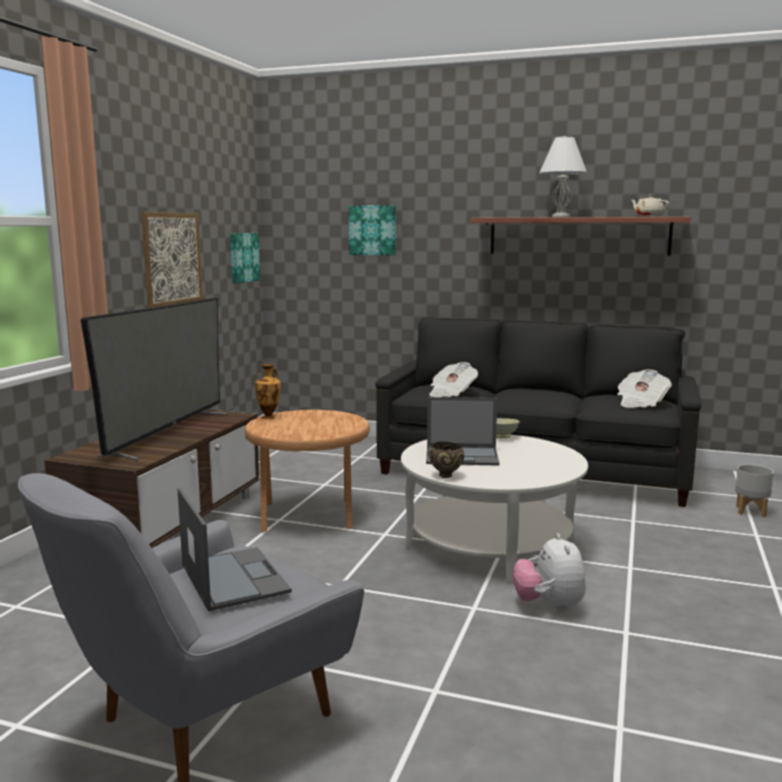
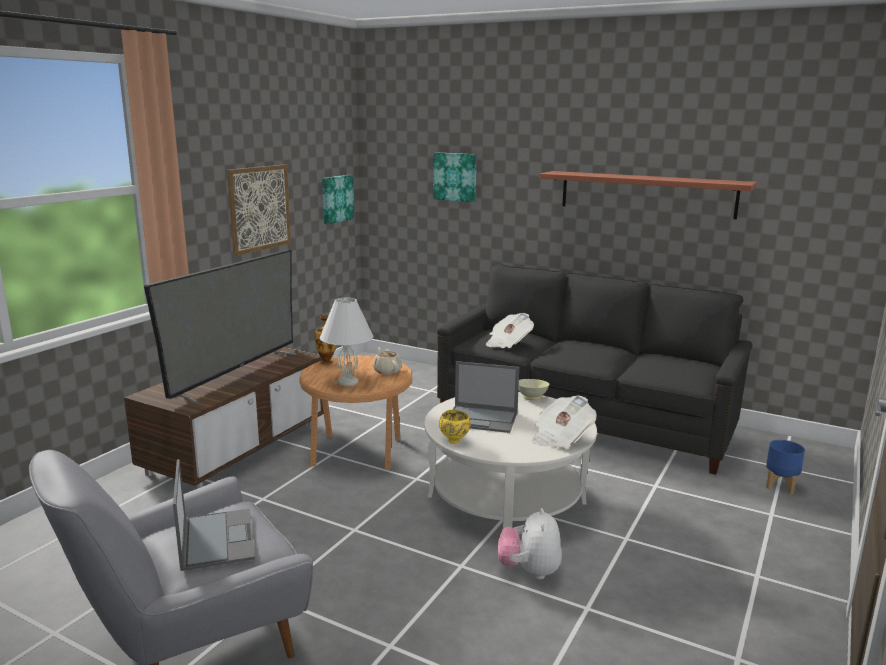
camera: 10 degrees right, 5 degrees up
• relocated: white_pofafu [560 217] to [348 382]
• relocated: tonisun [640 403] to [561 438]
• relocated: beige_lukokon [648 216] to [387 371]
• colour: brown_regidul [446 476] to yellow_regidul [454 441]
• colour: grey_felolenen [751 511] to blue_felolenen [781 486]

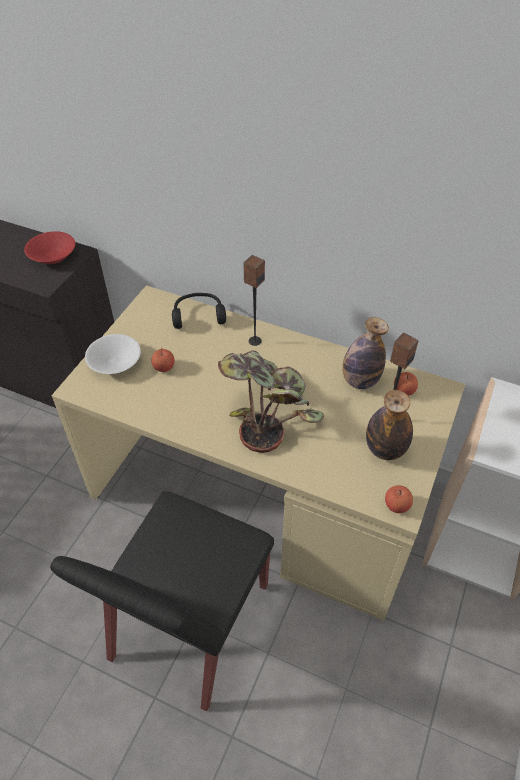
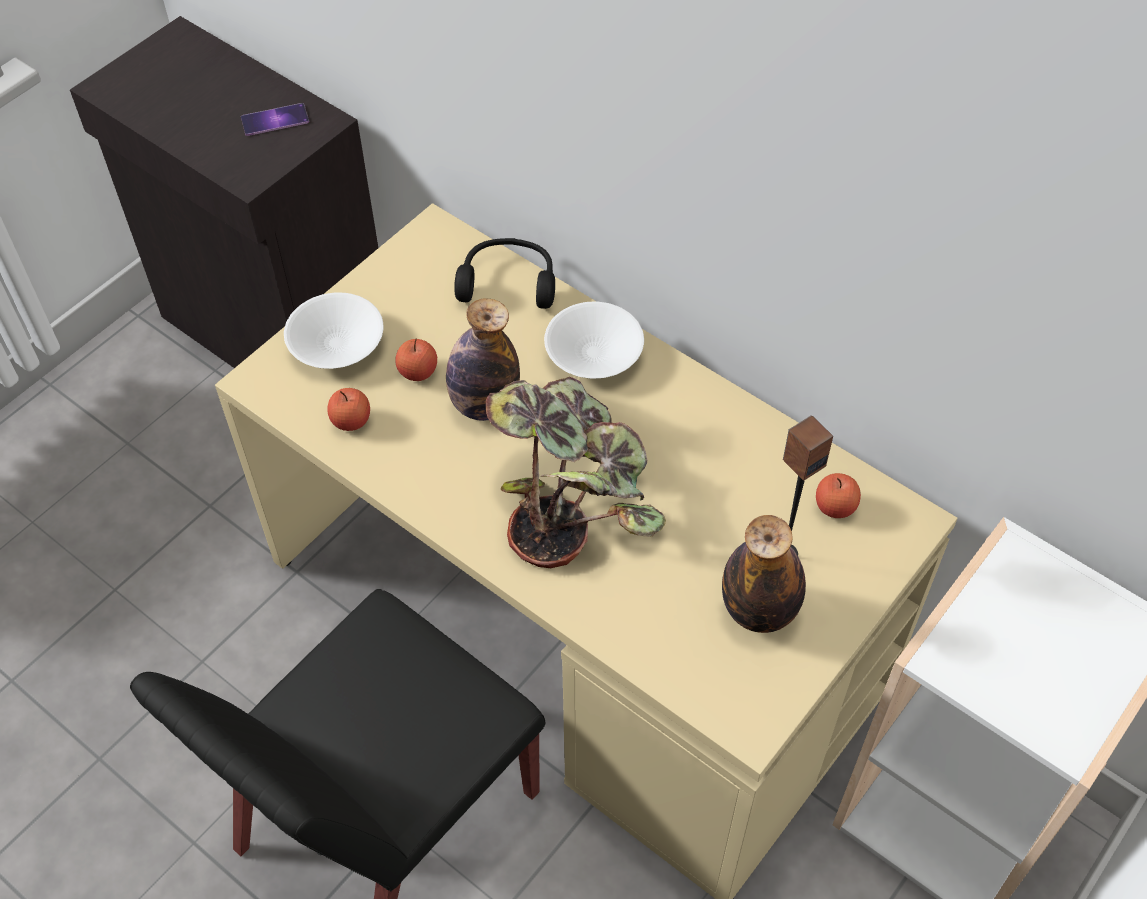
camera: 15 degrees right, 5 degrees up
• relocated: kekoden [360 381] to [484 404]
• relocated: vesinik [396 505] to [351 421]
• exchanged: red_regidul [52 255] to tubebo [275 120]
• exchanged: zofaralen [254 341] to white_regidul [594 352]

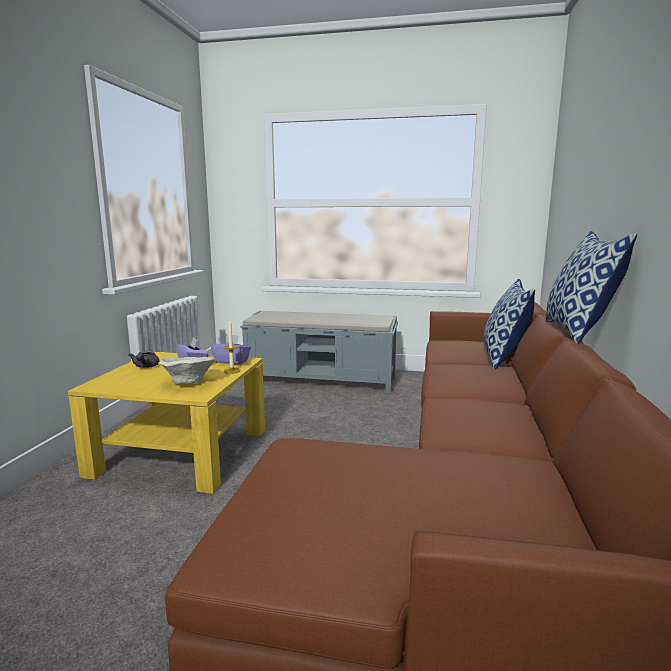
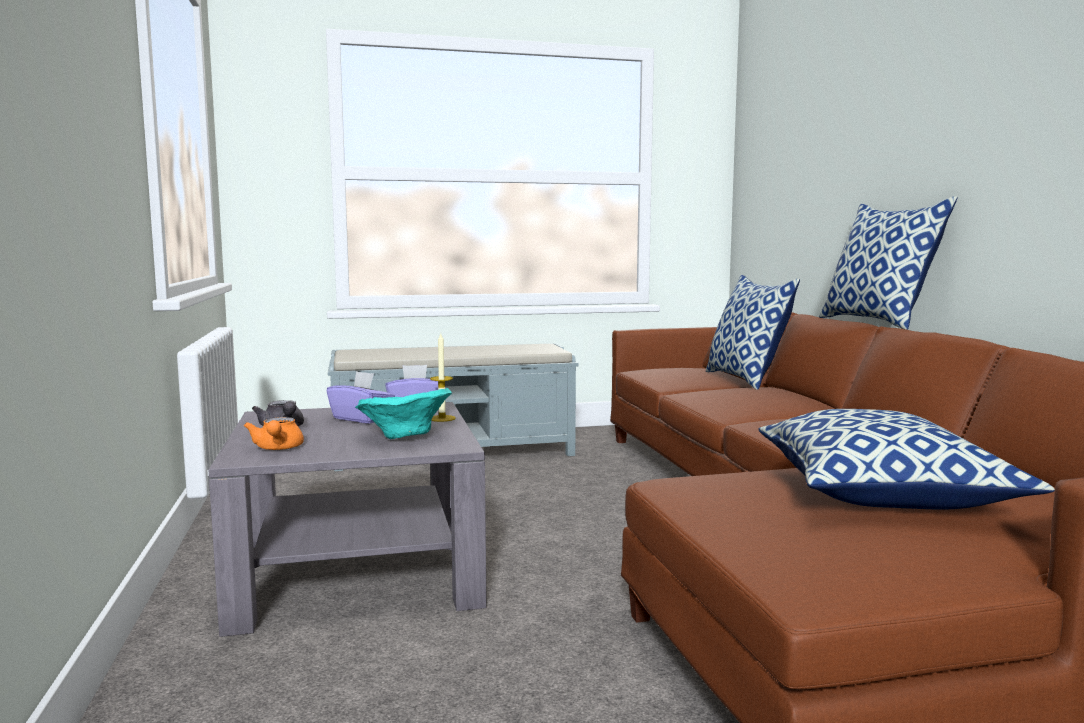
camera: 25 degrees left, 5 degrees down
• appeared: orange_lukokon [277 449]
• appeared: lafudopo [883 493]
• colour: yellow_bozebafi [181 451] to grey_bozebafi [357 570]
• colour: beige_regidul [188 383] to turquoise_regidul [405 437]

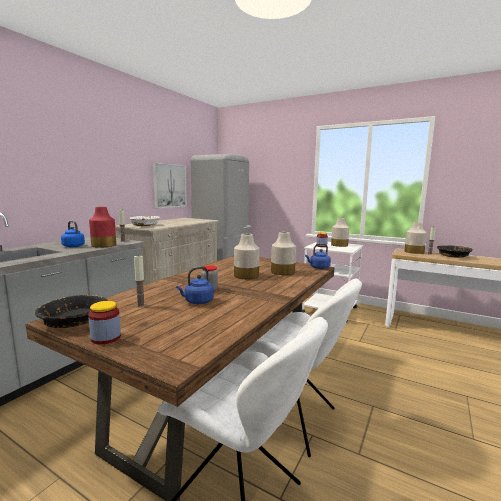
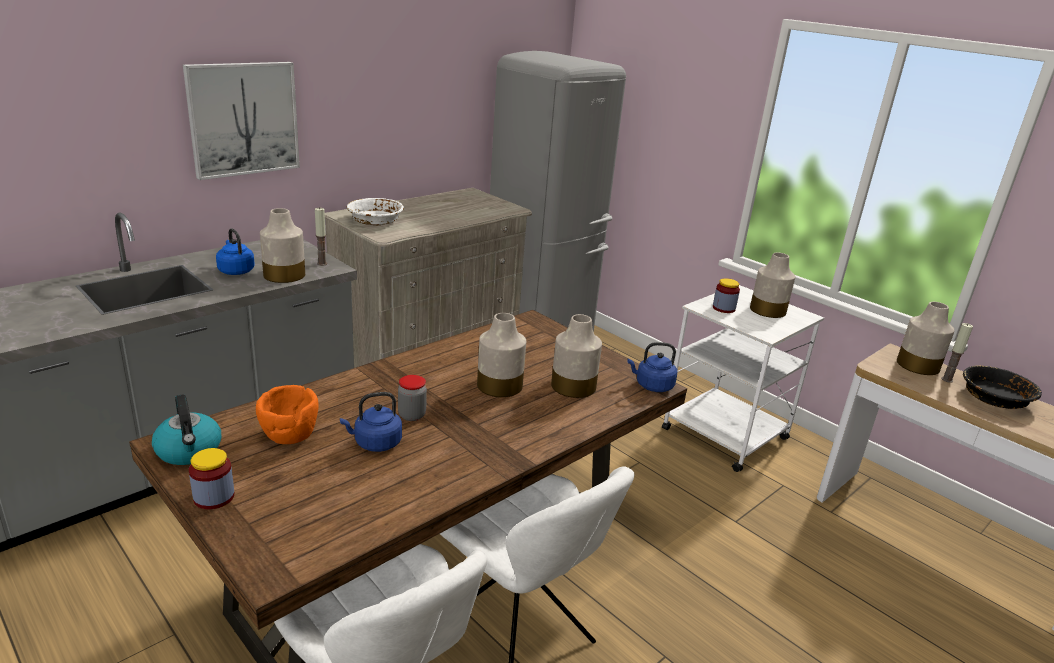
camera: 15 degrees right, 15 degrees up
• relocated: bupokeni [169 186] to [243 119]
• exchanged: black_regidul [75 321] to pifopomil [189 451]
• exchanged: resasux [141 305] to orange_regidul [290 434]
• colour: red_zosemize [103 245] to beige_zosemize [284 274]

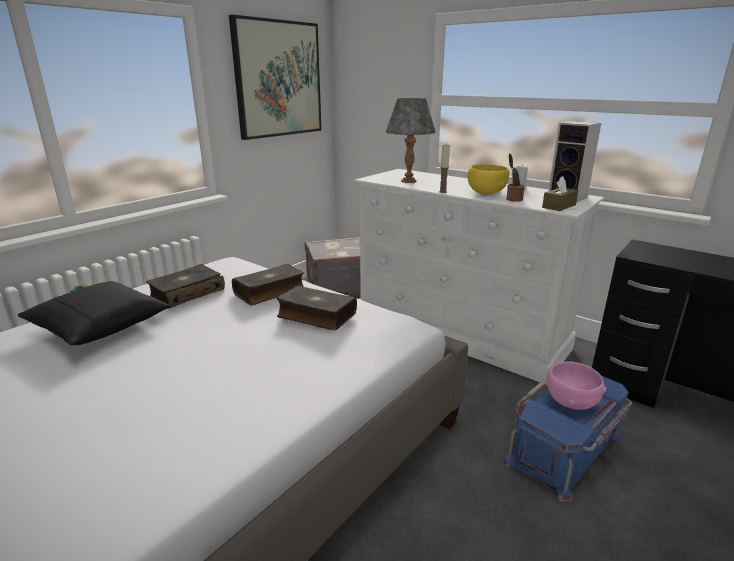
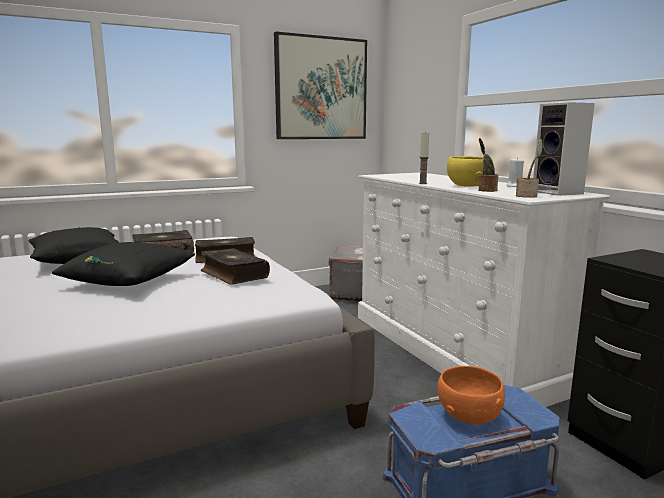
camera: 25 degrees right, 10 degrees down
• missing: grey_pofafu [408 181]
• appeared: black_lafudopo [129 281]
• exchanged: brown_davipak [559 206] to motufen [527 196]
• colour: pink_regidul [570 401] to orange_regidul [469 416]

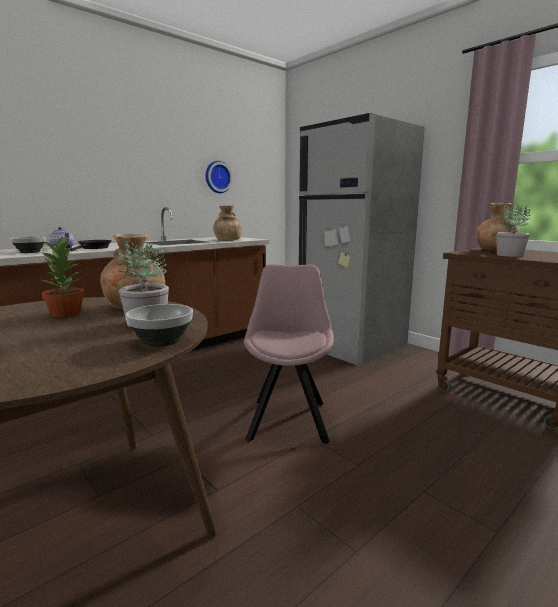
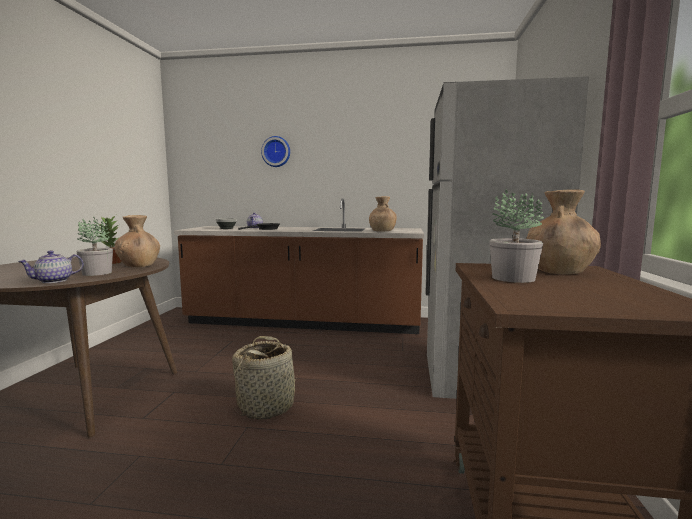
camera: 50 degrees right, 5 degrees down
• relocated: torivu [217 177] to [276 152]
• exchanged: regidul [163 341] to lukokon [53 281]
• exchanged: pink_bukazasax [289 420] to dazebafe [266 406]

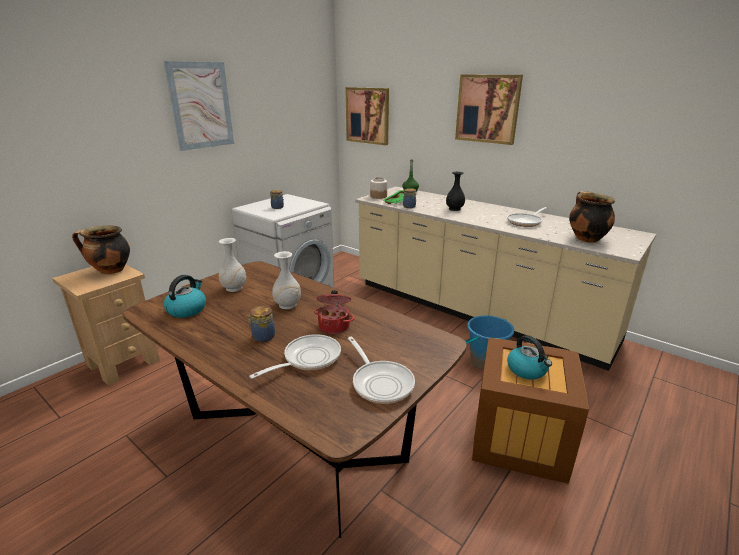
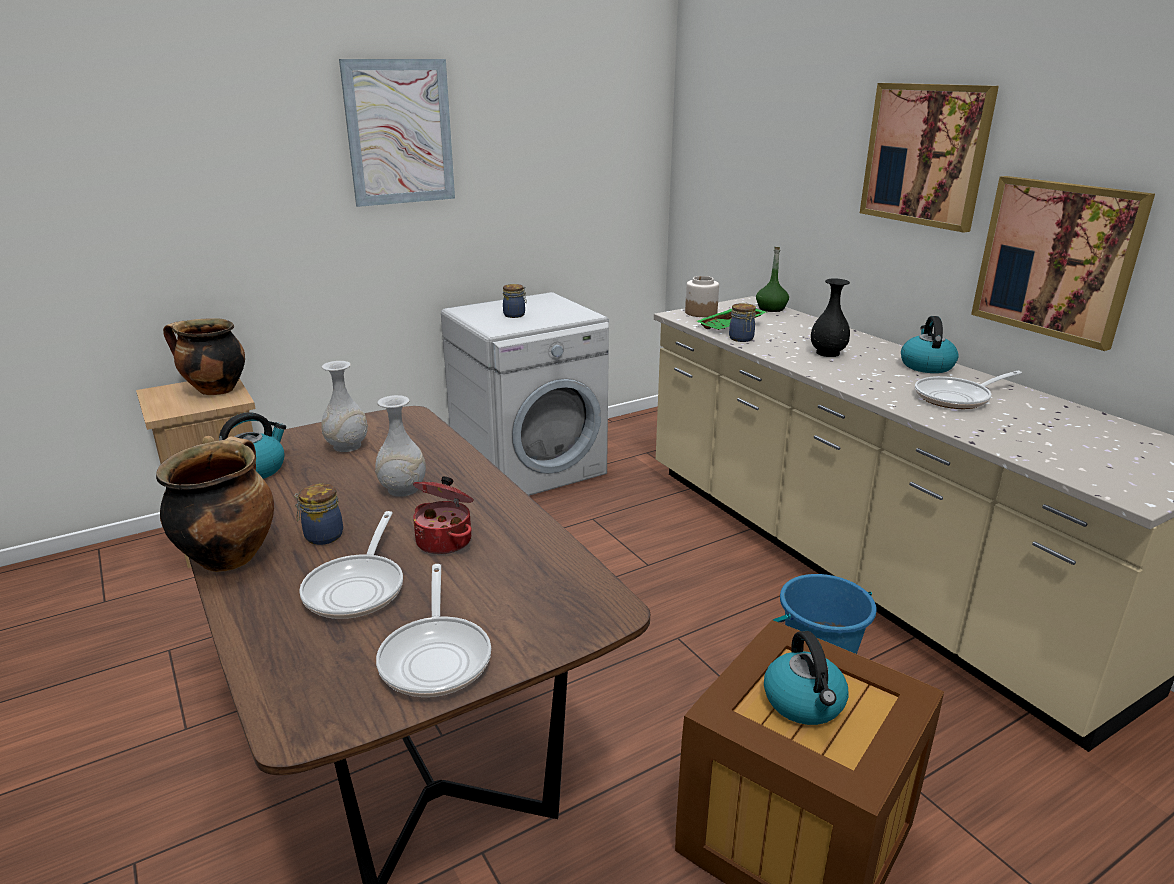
camera: 20 degrees right, 0 degrees up
• appeared: pifopomil [926 365]
• relocated: bupokeni [367 115] to [1056 259]
• relocated: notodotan [585 239] to [229 556]
• spun: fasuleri [308 359] = [358 588] 120 degrees clockwise

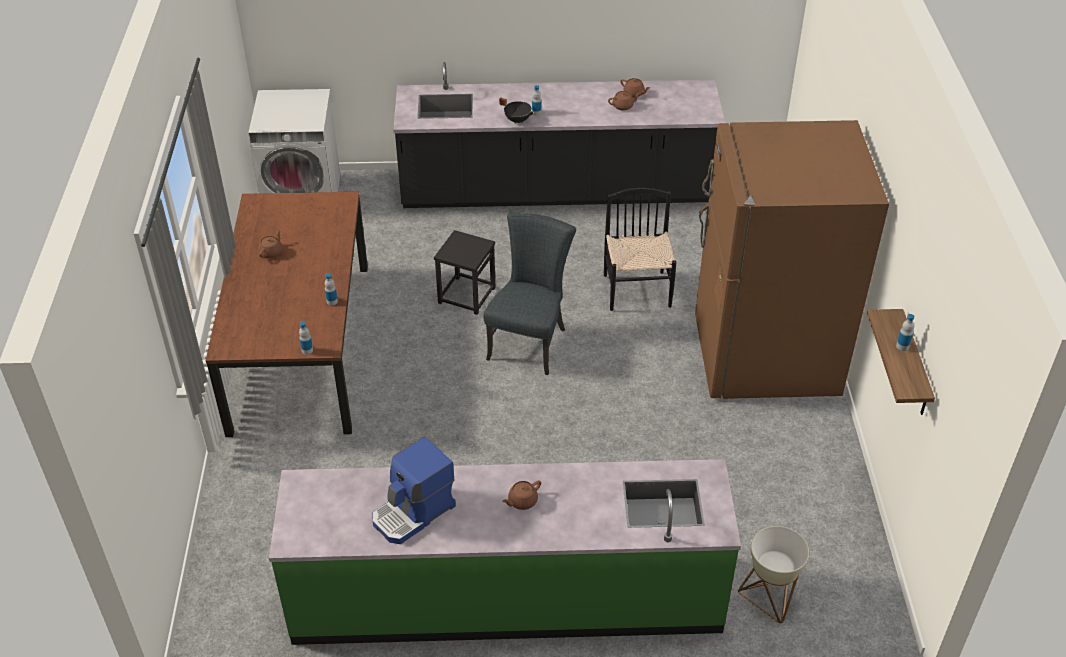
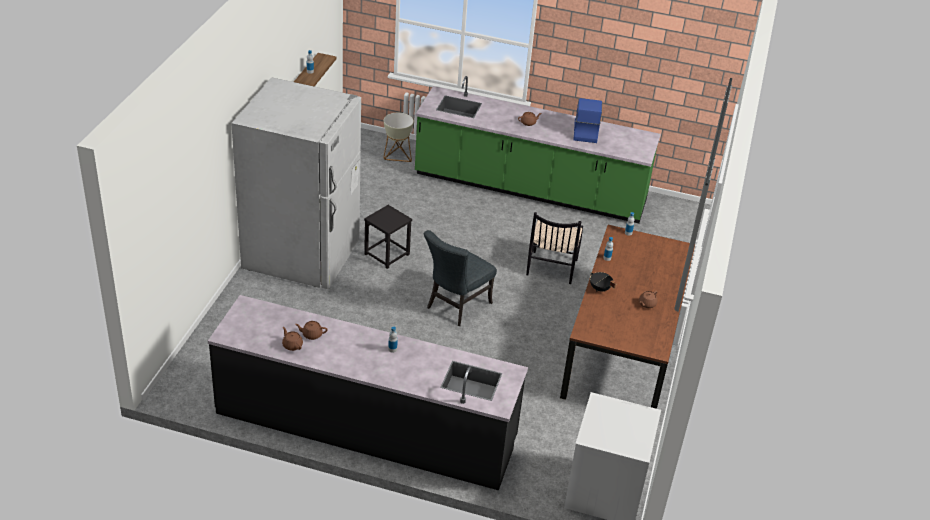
camera: 165 degrees left, 5 degrees down
• relocated: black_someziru [466 295] to [387 254]
• relocated: black_notodotan [517 120] to [599 289]
• relocated: black_bukazasax [636 289] to [551 269]
• colour: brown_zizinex [765 356] to white_zizinex [302 254]
• spun: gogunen [414 513] = [585 131] 60 degrees counterclockwise

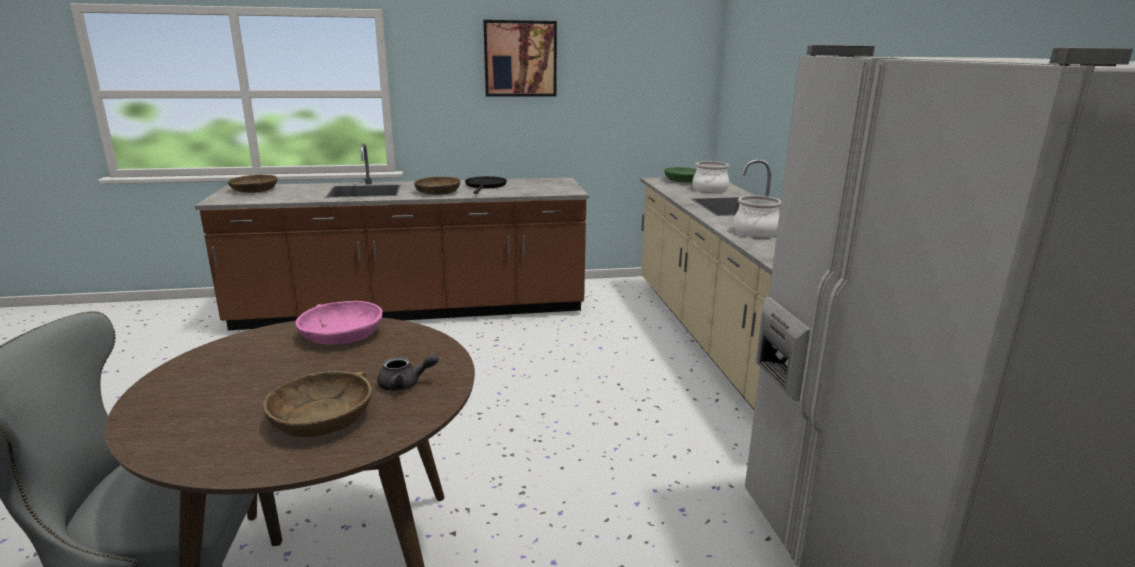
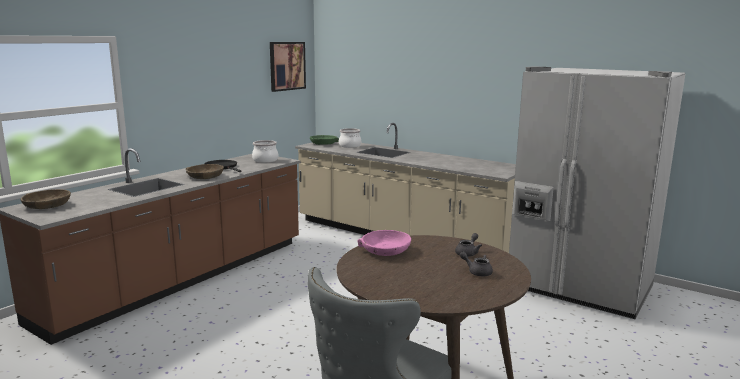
camera: 45 degrees left, 5 degrees down
• relocated: bupokeni [520 59] to [287 66]
• relocated: notodotan [755 232] to [265 160]
• exchanged: brown_regidul [322 417] to grey_lukokon [477 272]

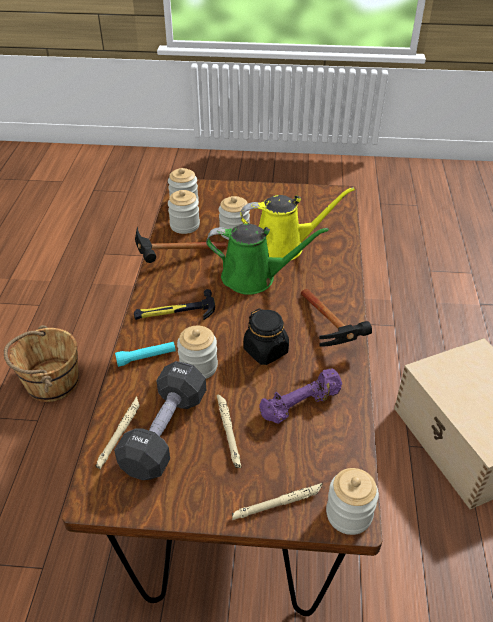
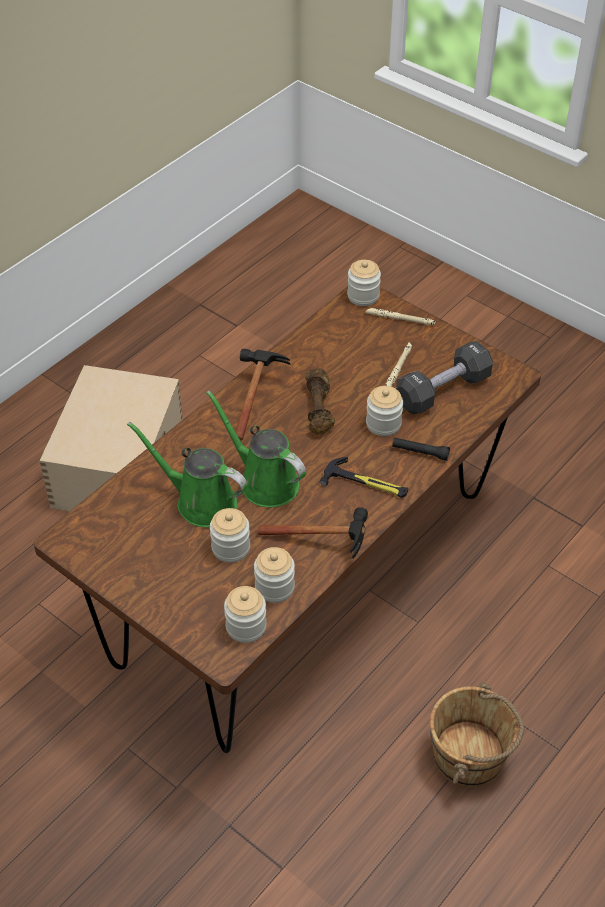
camera: 145 degrees left, 5 degrees up
• missing: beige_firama [120 434]
• missing: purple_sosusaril [301 405]
• exchanged: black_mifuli [266 351] to brown_sosusaril [319 410]
• colour: turquoise_firama [146 357] to black_firama [420 452]
• colour: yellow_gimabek [284 246] to green_gimabek [200 501]

